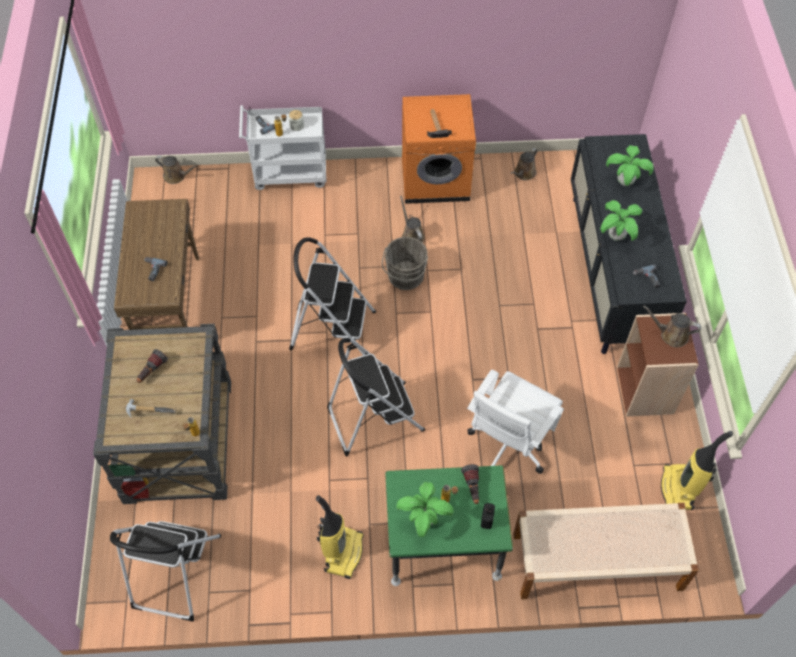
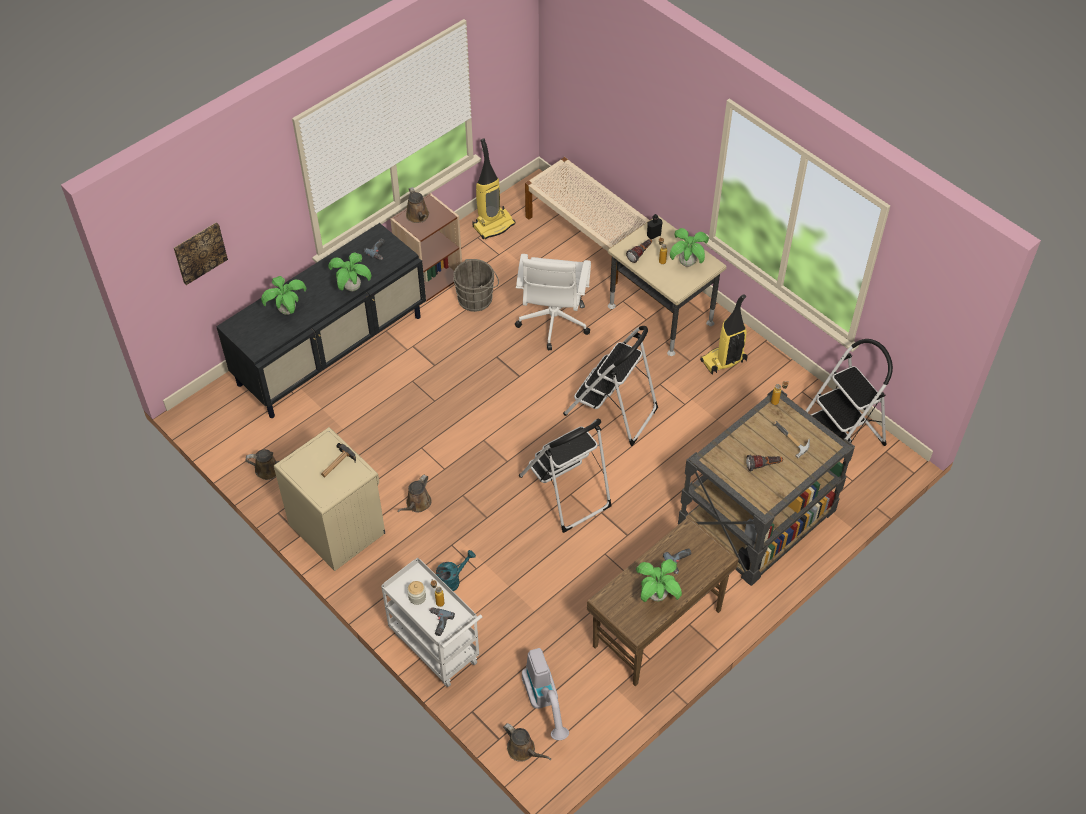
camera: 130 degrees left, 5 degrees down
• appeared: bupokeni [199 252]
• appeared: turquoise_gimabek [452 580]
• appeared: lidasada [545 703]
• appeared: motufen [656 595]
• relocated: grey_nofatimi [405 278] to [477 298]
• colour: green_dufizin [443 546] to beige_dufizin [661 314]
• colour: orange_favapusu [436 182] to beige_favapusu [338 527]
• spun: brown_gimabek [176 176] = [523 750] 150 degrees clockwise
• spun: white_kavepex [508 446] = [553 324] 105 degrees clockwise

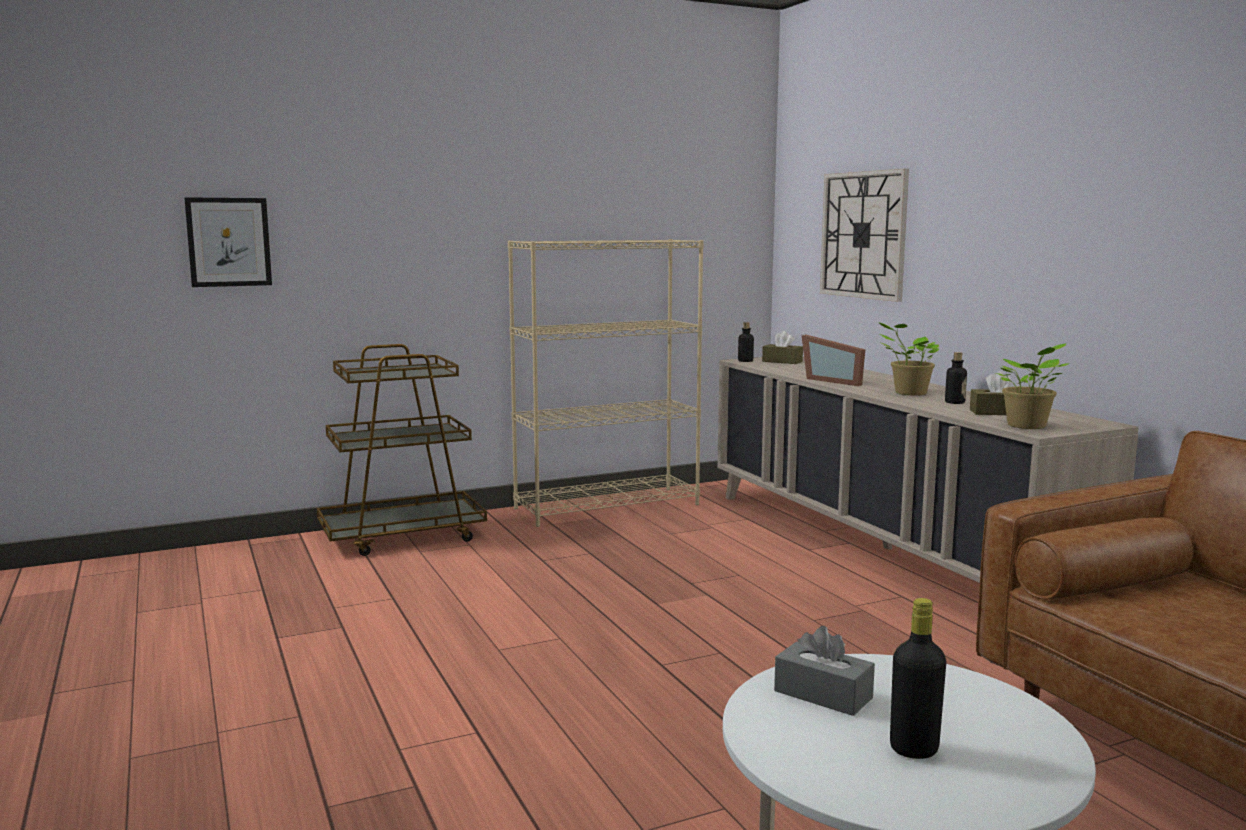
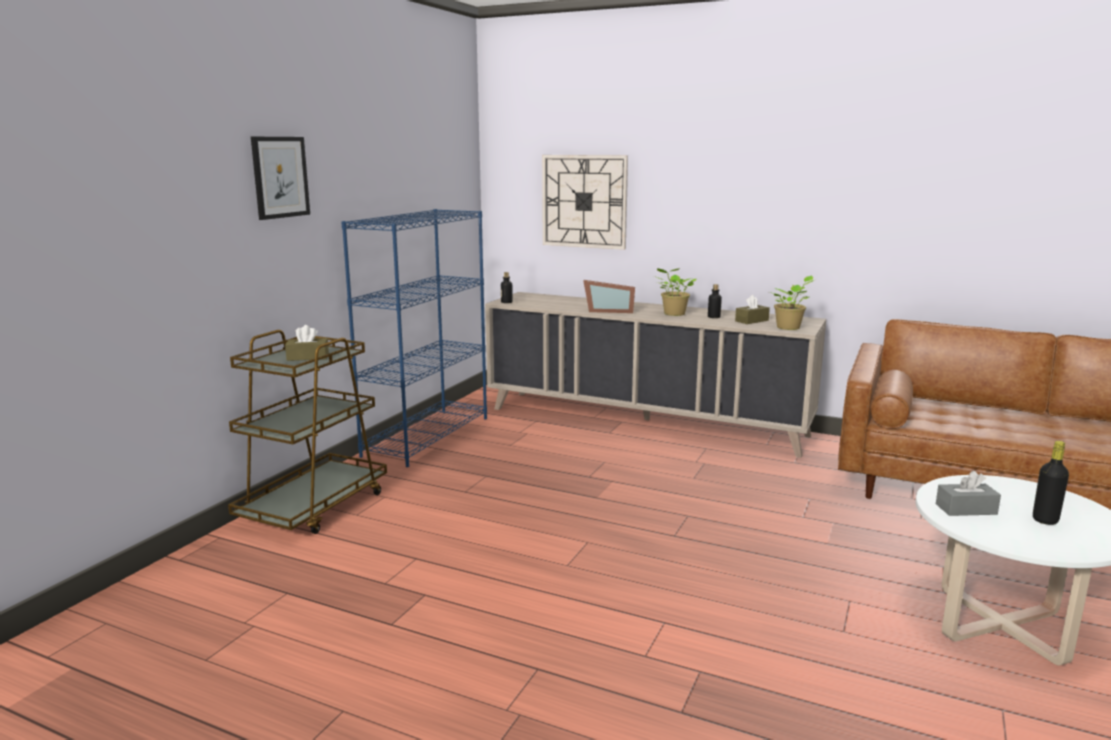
camera: 40 degrees left, 5 degrees up
• relocated: bupokeni [229 242] to [280 177]
• relocated: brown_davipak [782 361] to [308 357]
• colour: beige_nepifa [608 506] to blue_nepifa [427 436]

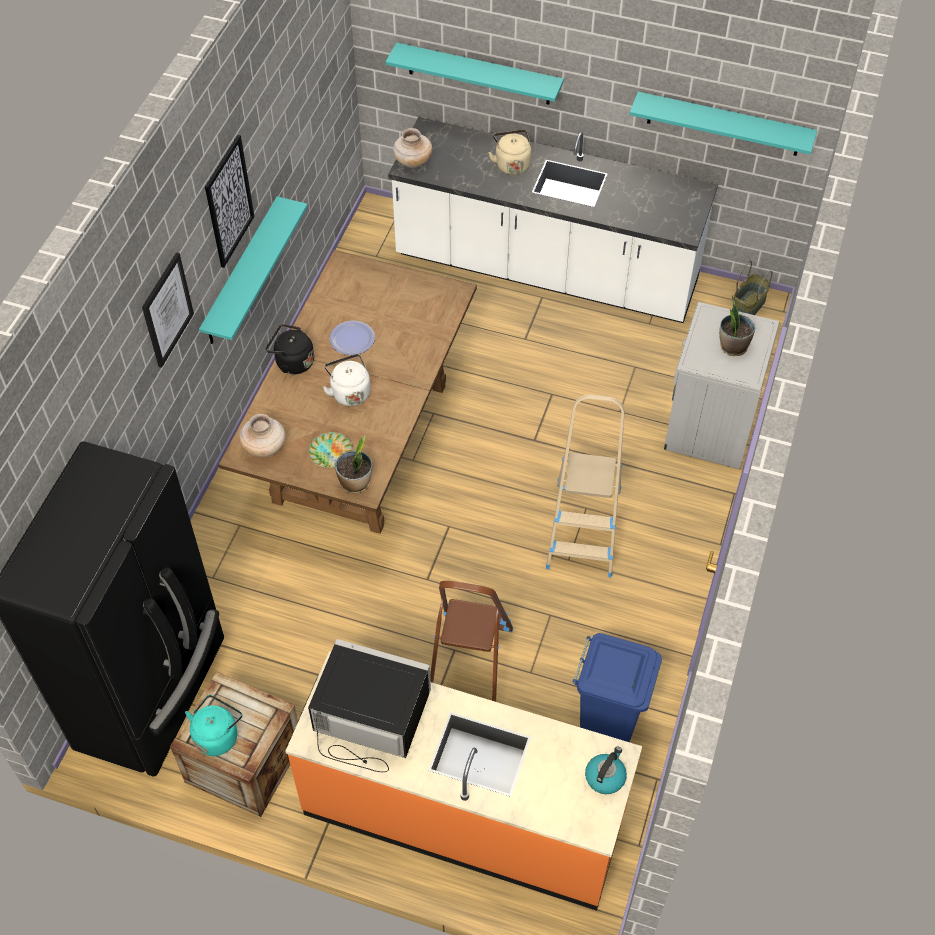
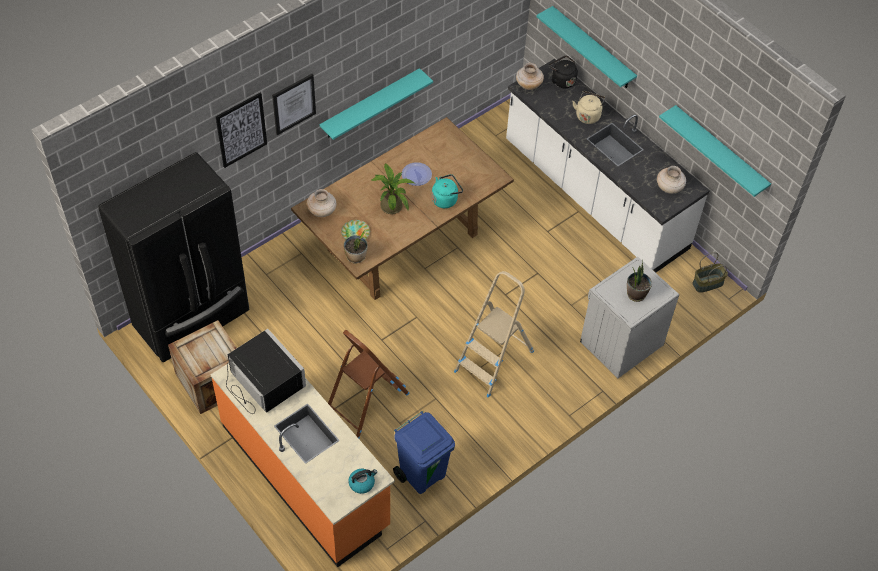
camera: 30 degrees right, 0 degrees up
• appeared: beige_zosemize [669 188]
• relocated: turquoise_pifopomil [217 735] to [446 199]
• relocated: bupokeni [229 202] to [241 130]
• relocated: black_pifopomil [292 362] to [562 80]
• exchanged: white_pifopomil [349 392] to motufen [391 204]

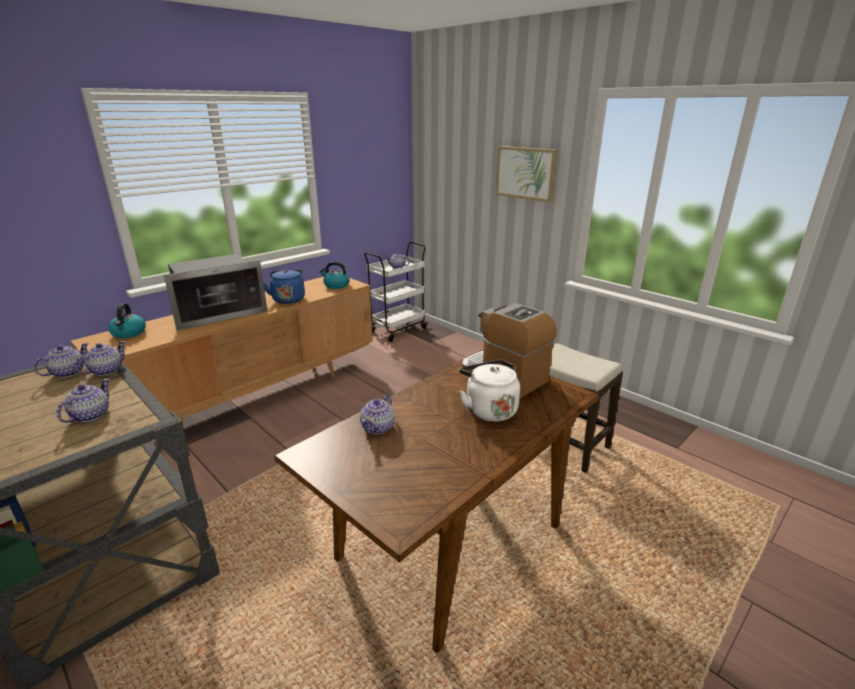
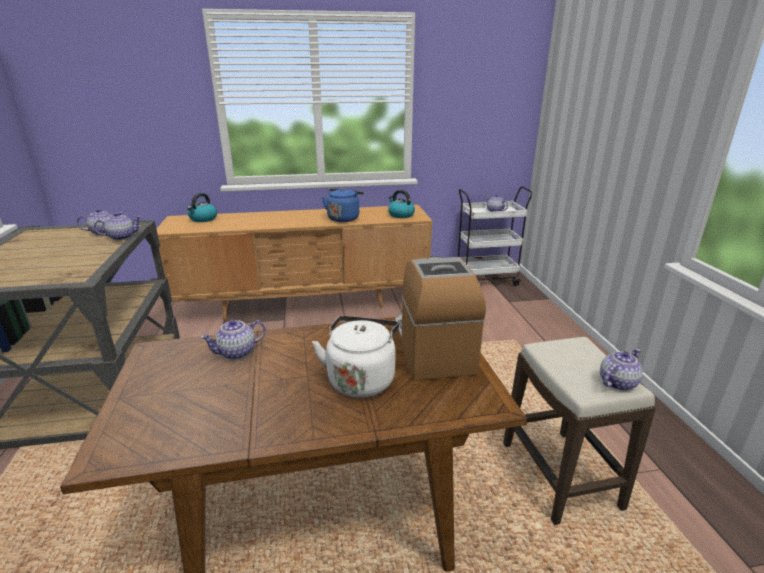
camera: 35 degrees right, 0 degrees up
• missing: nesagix [218 313]
• missing: bupokeni [525 173]
• relocated: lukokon [90 415] to [617 382]

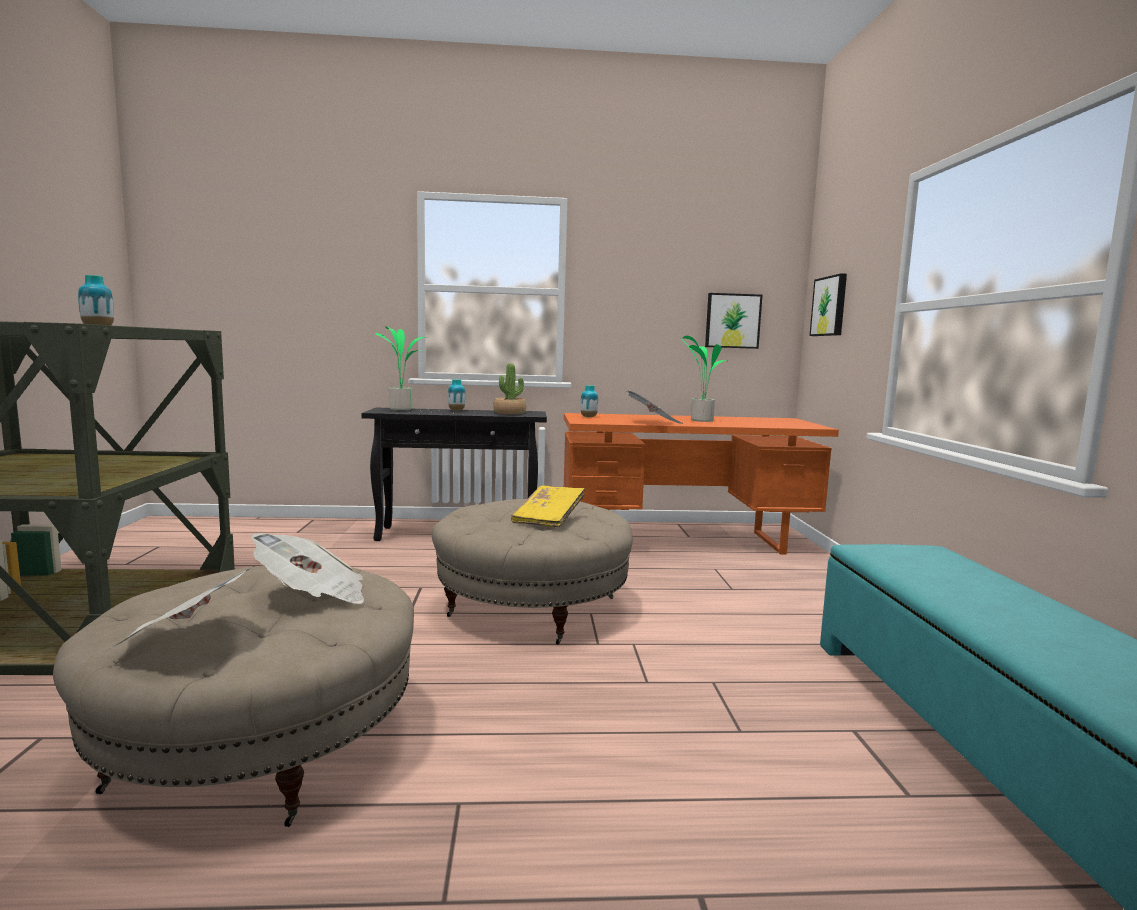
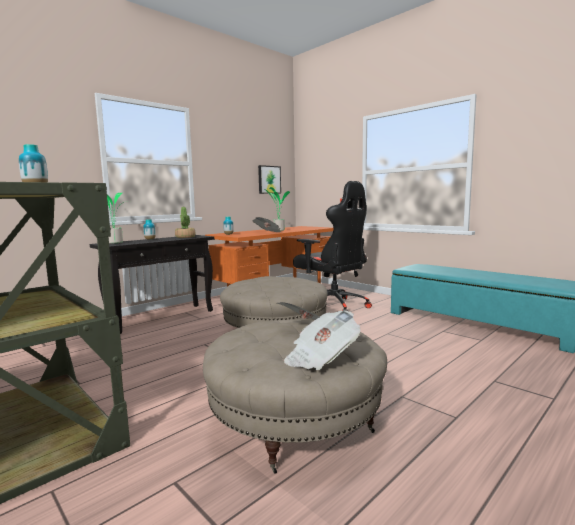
camera: 40 degrees left, 0 degrees up
• missing: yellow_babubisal [549 518]
• missing: bupokeni [830 306]
• appeared: black_kavepex [330 305]

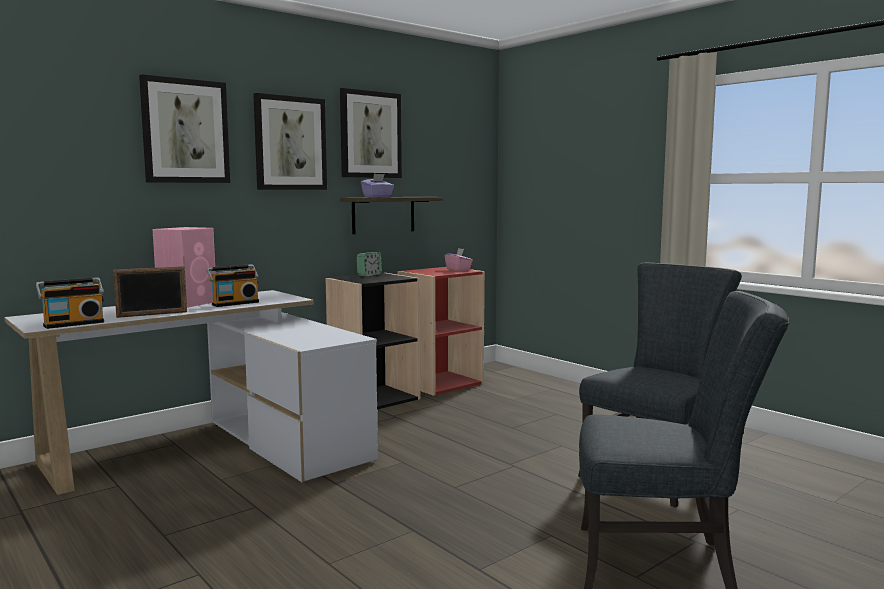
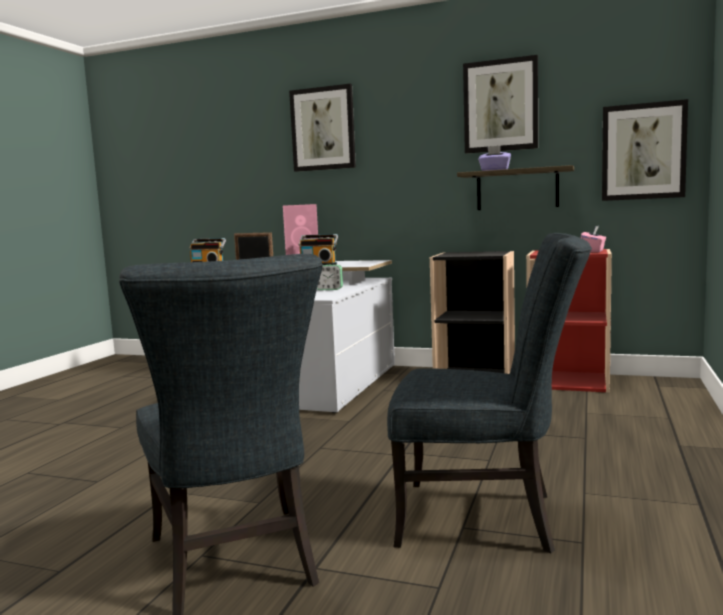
camera: 60 degrees right, 0 degrees up
• relocated: bupokeni [290 143] to [643 152]
• relocated: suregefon [369 275] to [329 289]

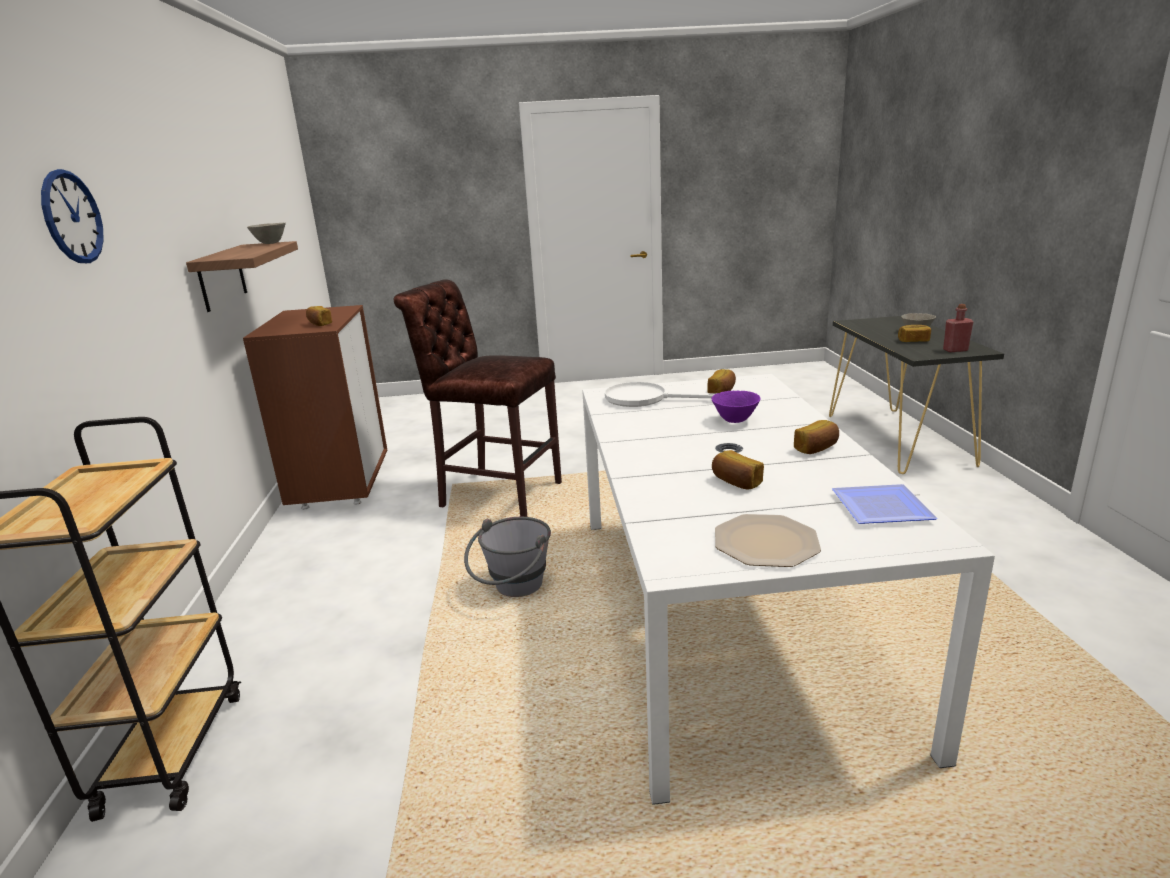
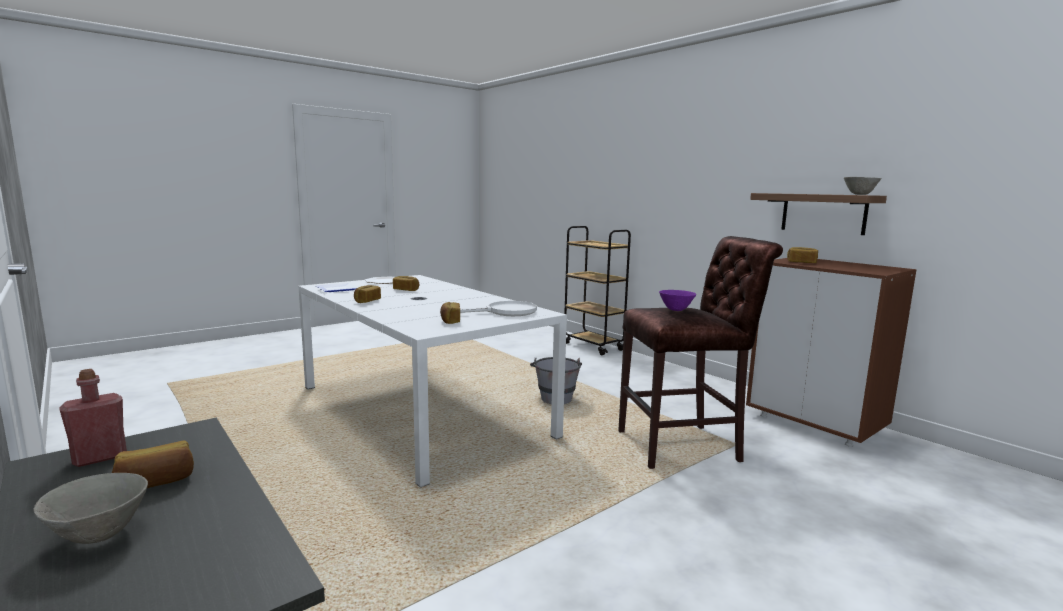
camera: 145 degrees right, 10 degrees down
• missing: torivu [72 217]
• relocated: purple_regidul [734 421] to [676 310]

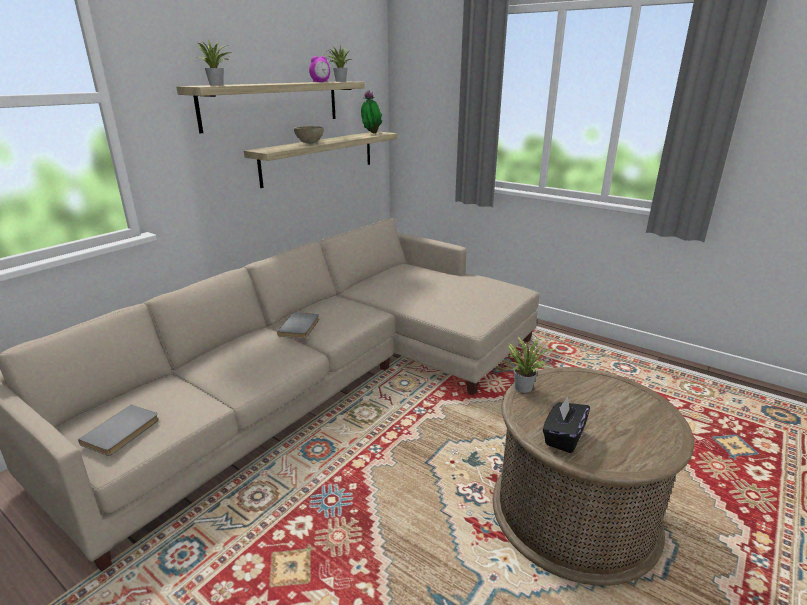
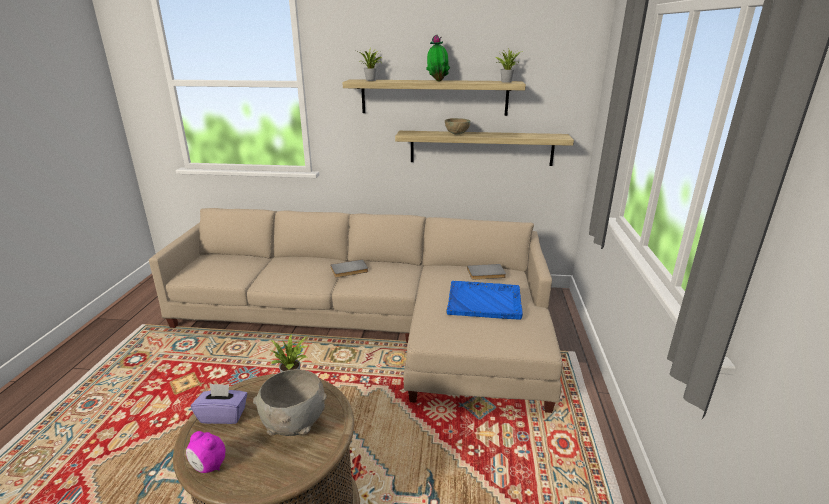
camera: 60 degrees right, 0 degrees up
• appeared: grey_regidul [294 426]
• appeared: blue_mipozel [485 301]
• relocated: grey_babubisal [123 432] to [486 274]
• relocated: suregefon [320 82] to [209 466]
• relocated: motufen [371 133] to [437 81]
• colour: black_davipak [563 437] to purple_davipak [223 415]

